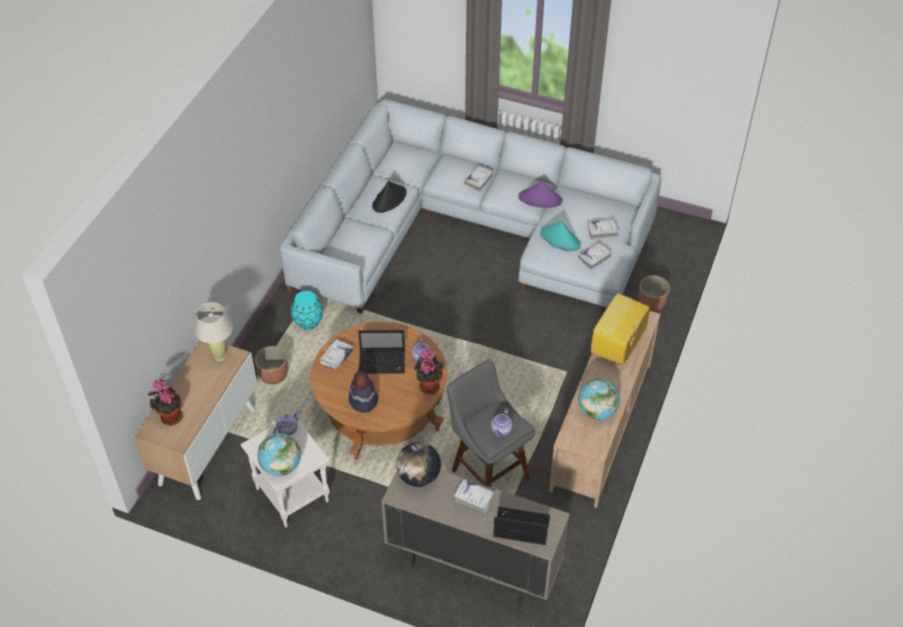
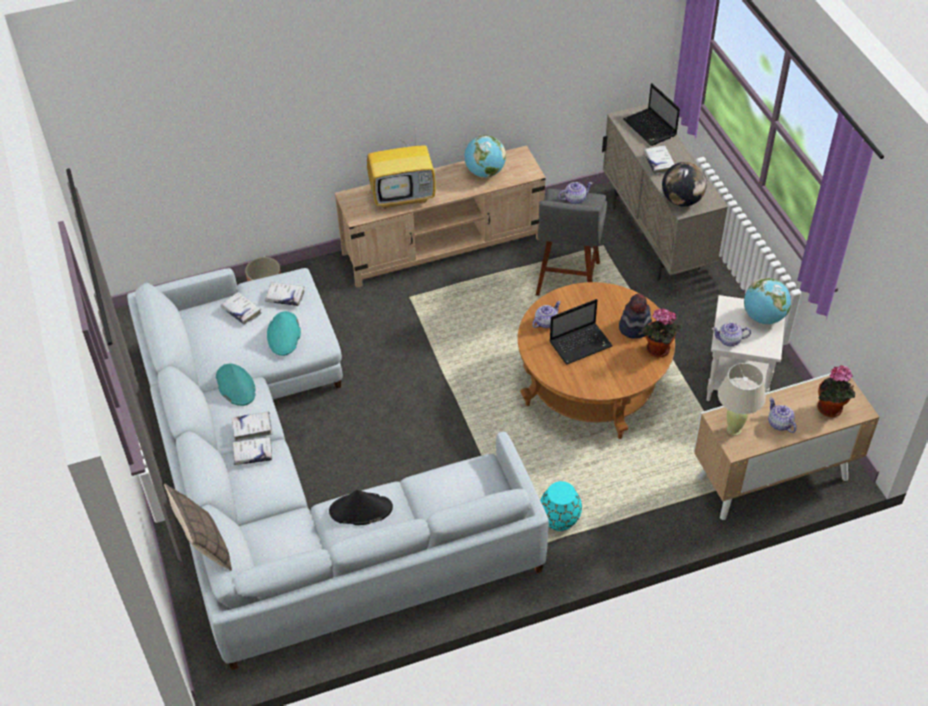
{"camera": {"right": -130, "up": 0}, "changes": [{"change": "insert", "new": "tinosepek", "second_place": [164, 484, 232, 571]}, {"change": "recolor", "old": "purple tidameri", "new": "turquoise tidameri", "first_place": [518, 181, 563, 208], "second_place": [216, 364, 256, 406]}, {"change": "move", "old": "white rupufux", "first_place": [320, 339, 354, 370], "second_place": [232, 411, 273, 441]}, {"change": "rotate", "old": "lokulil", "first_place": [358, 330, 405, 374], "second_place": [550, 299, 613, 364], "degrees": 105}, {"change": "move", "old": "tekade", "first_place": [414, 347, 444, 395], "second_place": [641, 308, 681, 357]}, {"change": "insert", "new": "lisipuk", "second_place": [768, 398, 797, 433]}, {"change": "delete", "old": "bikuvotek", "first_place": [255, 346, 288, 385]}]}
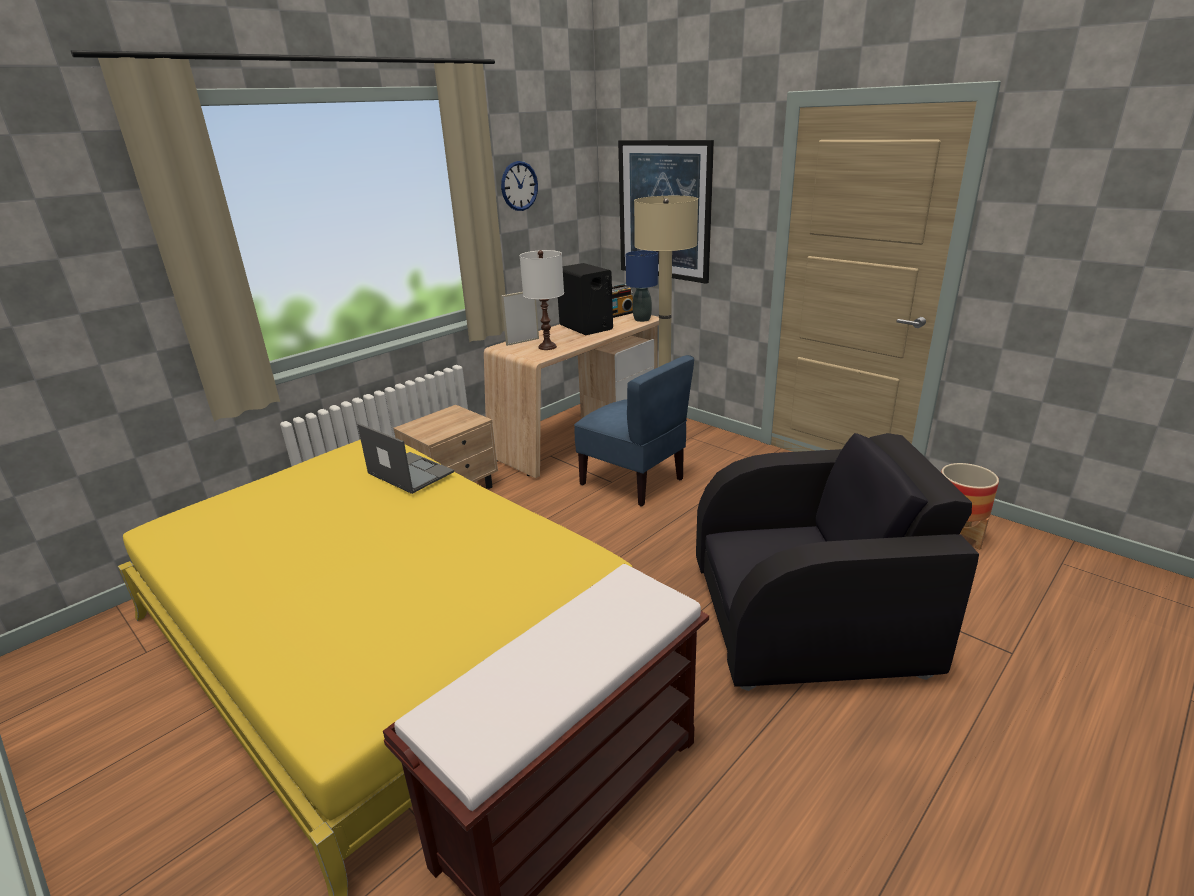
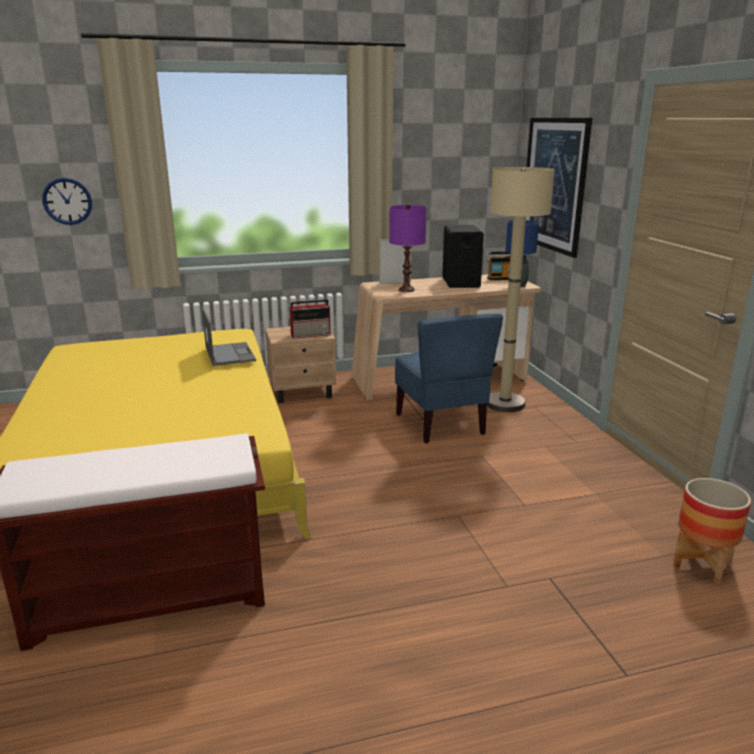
{"camera": {"right": 30, "up": -5}, "changes": [{"change": "move", "old": "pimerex", "first_place": [501, 161, 538, 211], "second_place": [42, 178, 92, 225]}, {"change": "insert", "new": "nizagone", "second_place": [290, 299, 331, 339]}, {"change": "recolor", "old": "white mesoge", "new": "purple mesoge", "first_place": [520, 250, 564, 350], "second_place": [389, 204, 427, 292]}, {"change": "delete", "old": "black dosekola", "first_place": [696, 433, 979, 691]}]}
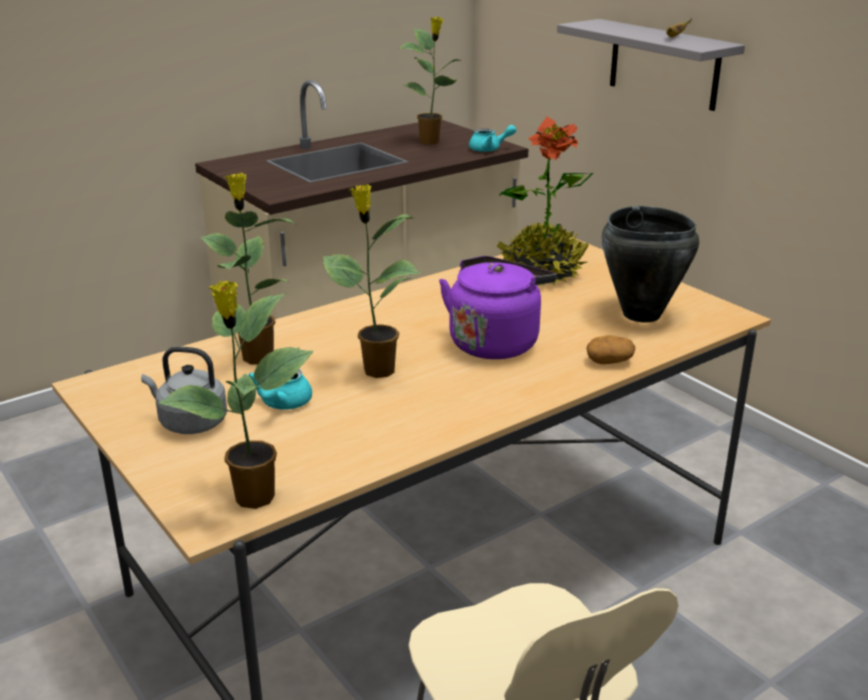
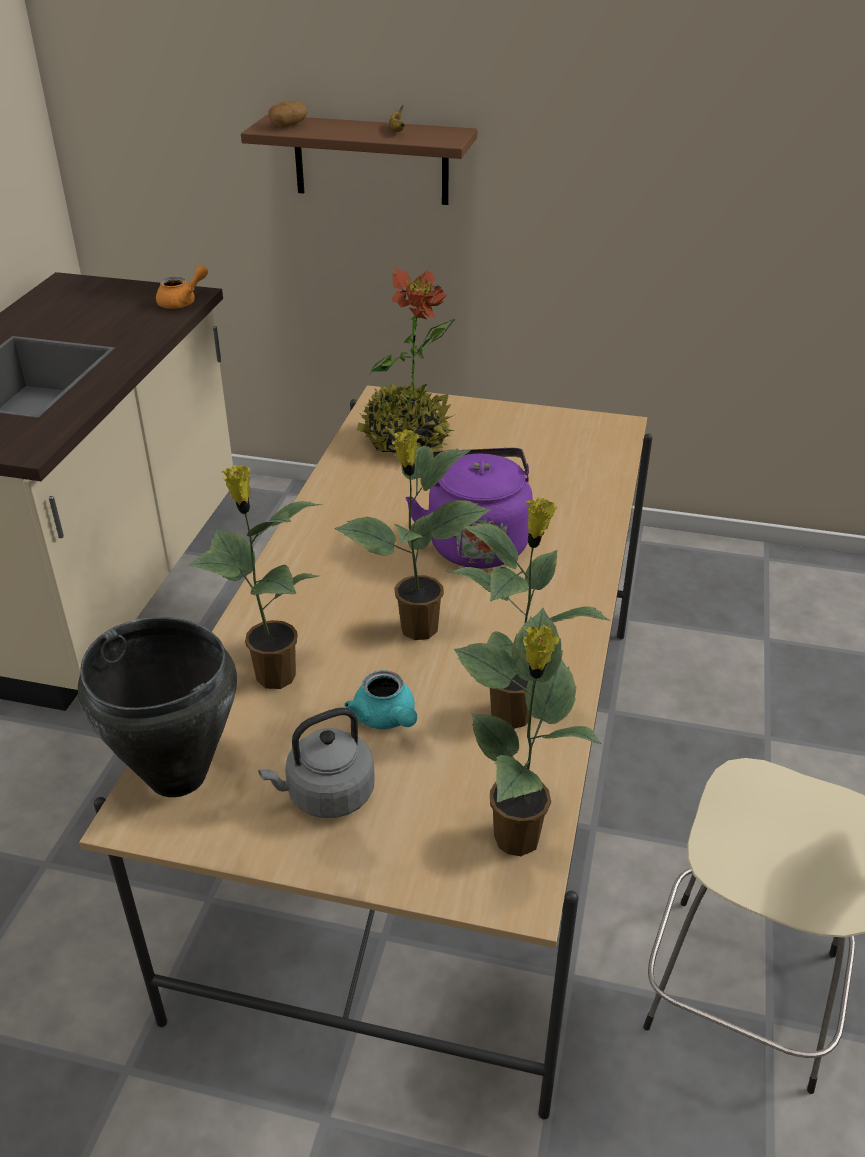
{"camera": {"right": -40, "up": 10}, "changes": [{"change": "move", "old": "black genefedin", "first_place": [602, 206, 699, 323], "second_place": [78, 617, 237, 797]}, {"change": "recolor", "old": "turquoise lisipuk", "new": "orange lisipuk", "first_place": [469, 125, 517, 152], "second_place": [156, 265, 208, 309]}, {"change": "recolor", "old": "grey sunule", "new": "brown sunule", "first_place": [557, 19, 745, 111], "second_place": [241, 115, 477, 205]}, {"change": "move", "old": "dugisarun", "first_place": [586, 335, 635, 364], "second_place": [268, 101, 308, 127]}, {"change": "move", "old": "tekade", "first_place": [399, 17, 460, 144], "second_place": [446, 497, 611, 729]}]}
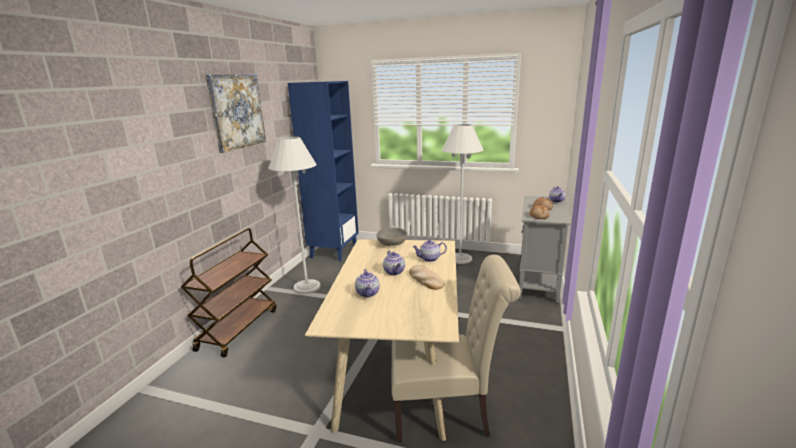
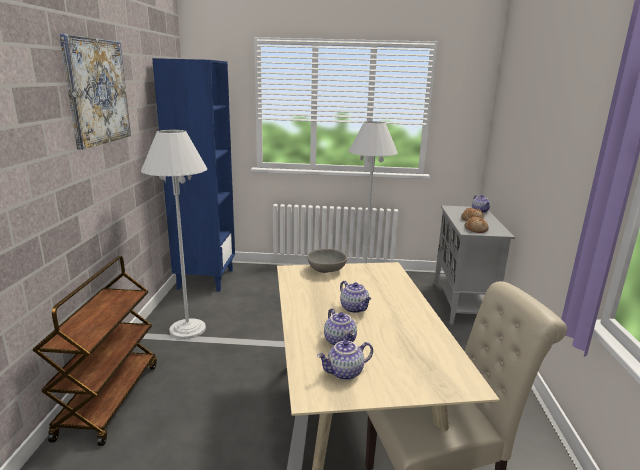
{"camera": {"right": -15, "up": 0}, "changes": [{"change": "move", "old": "lisipuk", "first_place": [412, 240, 447, 262], "second_place": [317, 340, 373, 380]}, {"change": "delete", "old": "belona", "first_place": [409, 265, 445, 290]}]}
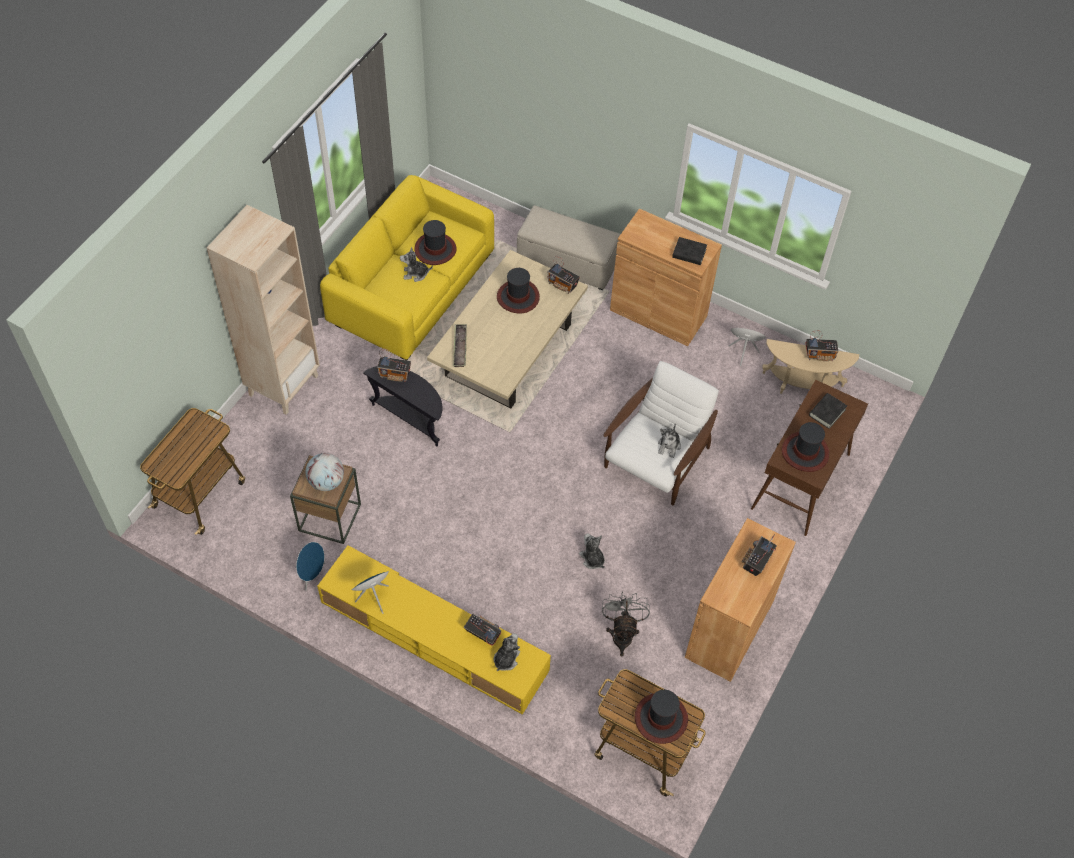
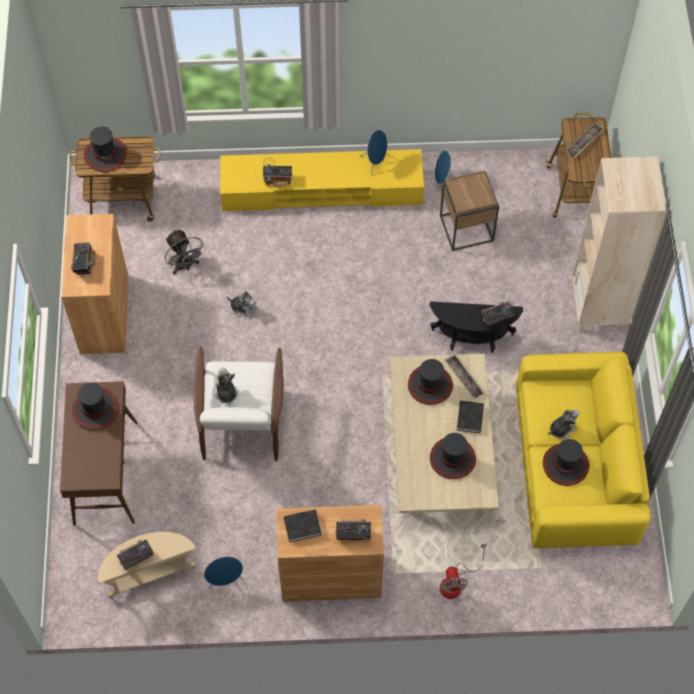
{"camera": {"right": 150, "up": 5}, "changes": [{"change": "move", "old": "nizagone", "first_place": [547, 256, 580, 294], "second_place": [335, 519, 371, 540]}, {"change": "insert", "new": "tidameri", "second_place": [408, 359, 453, 405]}, {"change": "replace", "old": "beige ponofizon", "new": "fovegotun", "first_place": [517, 205, 621, 290], "second_place": [440, 544, 487, 599]}, {"change": "move", "old": "black rupufux", "first_place": [809, 393, 847, 429], "second_place": [457, 400, 484, 433]}, {"change": "insert", "new": "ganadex", "second_place": [566, 122, 604, 158]}, {"change": "delete", "old": "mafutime", "first_place": [306, 453, 344, 491]}, {"change": "delete", "old": "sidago", "first_place": [494, 633, 520, 671]}]}
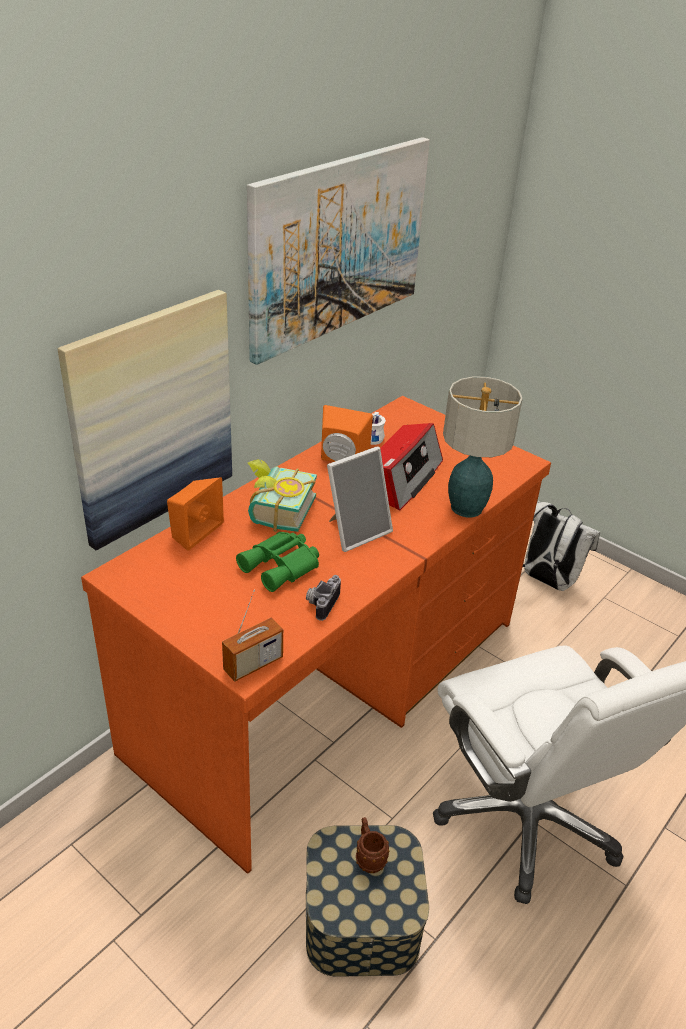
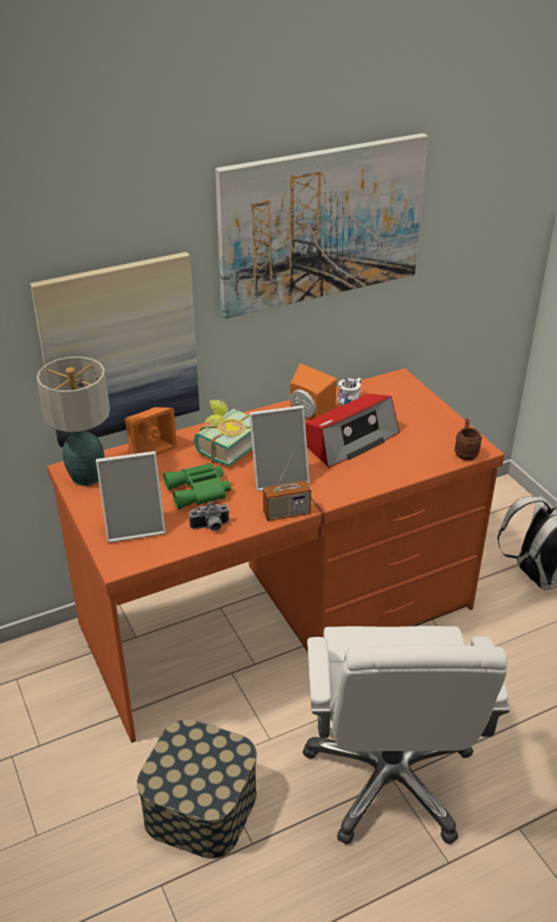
{"camera": {"right": 25, "up": 0}, "changes": [{"change": "move", "old": "mesoge", "first_place": [443, 377, 523, 517], "second_place": [36, 357, 110, 486]}, {"change": "insert", "new": "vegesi", "second_place": [96, 451, 166, 543]}, {"change": "rotate", "old": "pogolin", "first_place": [306, 575, 341, 621], "second_place": [189, 502, 230, 531], "degrees": -150}, {"change": "move", "old": "nizagone", "first_place": [222, 590, 283, 682], "second_place": [263, 453, 311, 521]}, {"change": "move", "old": "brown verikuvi", "first_place": [356, 817, 389, 873], "second_place": [454, 419, 482, 460]}]}
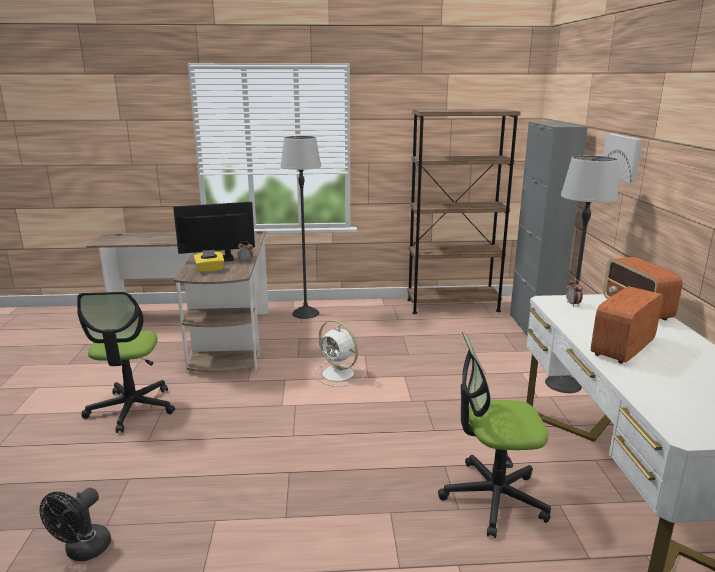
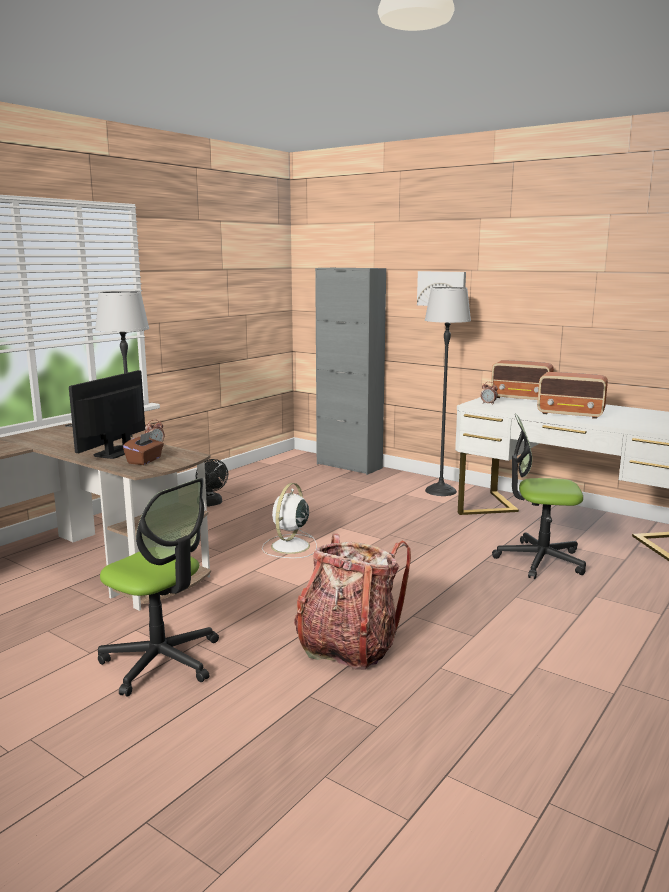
{"camera": {"right": -50, "up": -5}, "changes": [{"change": "recolor", "old": "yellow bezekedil", "new": "brown bezekedil", "first_place": [194, 250, 224, 273], "second_place": [123, 432, 164, 465]}, {"change": "move", "old": "black fovegotun", "first_place": [40, 488, 111, 561], "second_place": [196, 459, 228, 506]}, {"change": "rotate", "old": "white fovegotun", "first_place": [313, 320, 365, 387], "second_place": [262, 483, 317, 558], "degrees": 120}, {"change": "insert", "new": "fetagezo", "second_place": [294, 534, 411, 670]}, {"change": "rotate", "old": "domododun", "first_place": [438, 332, 551, 538], "second_place": [492, 414, 586, 579], "degrees": 60}, {"change": "rotate", "old": "nizagone", "first_place": [591, 286, 663, 364], "second_place": [537, 372, 608, 419], "degrees": -60}, {"change": "delete", "old": "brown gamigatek", "first_place": [407, 109, 521, 314]}]}
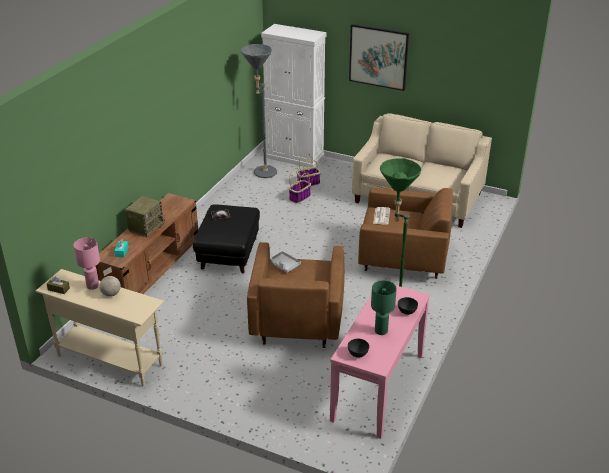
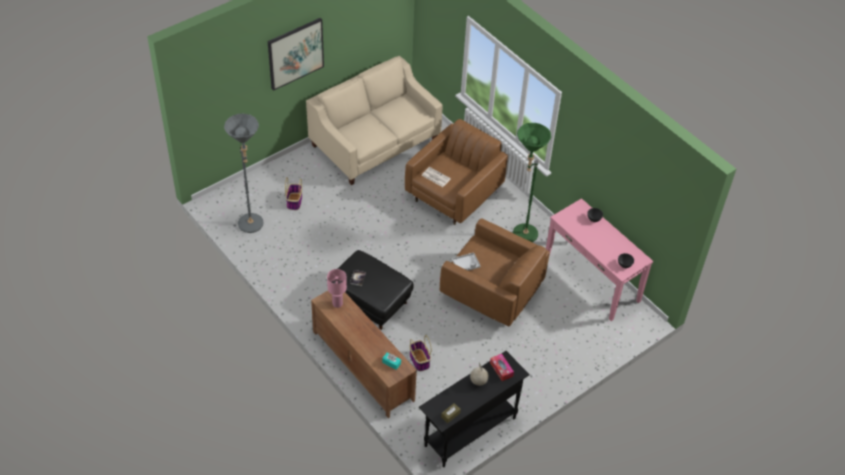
{"camera": {"right": -65, "up": 15}, "changes": [{"change": "move", "old": "pink mesoge", "first_place": [74, 237, 100, 290], "second_place": [327, 269, 347, 308]}, {"change": "move", "old": "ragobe", "first_place": [289, 168, 311, 203], "second_place": [410, 335, 432, 371]}, {"change": "recolor", "old": "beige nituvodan", "new": "black nituvodan", "first_place": [36, 269, 164, 387], "second_place": [419, 351, 530, 467]}, {"change": "insert", "new": "bezekedil", "second_place": [490, 354, 514, 381]}, {"change": "delete", "old": "nizagone", "first_place": [125, 196, 165, 237]}, {"change": "delete", "old": "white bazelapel", "first_place": [261, 24, 326, 168]}, {"change": "delete", "old": "green mesoge", "first_place": [371, 280, 397, 335]}]}
